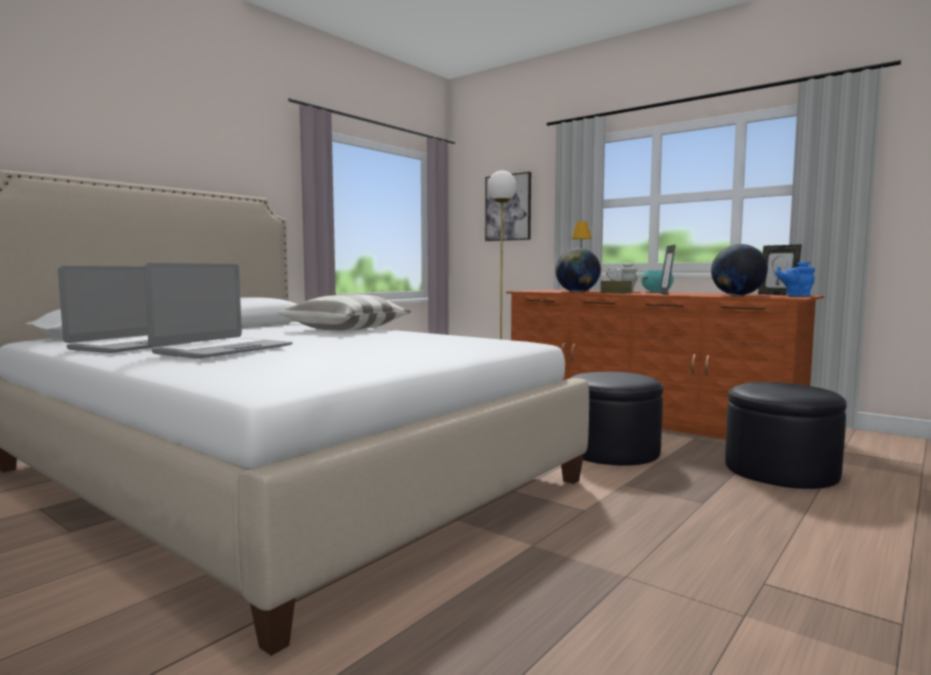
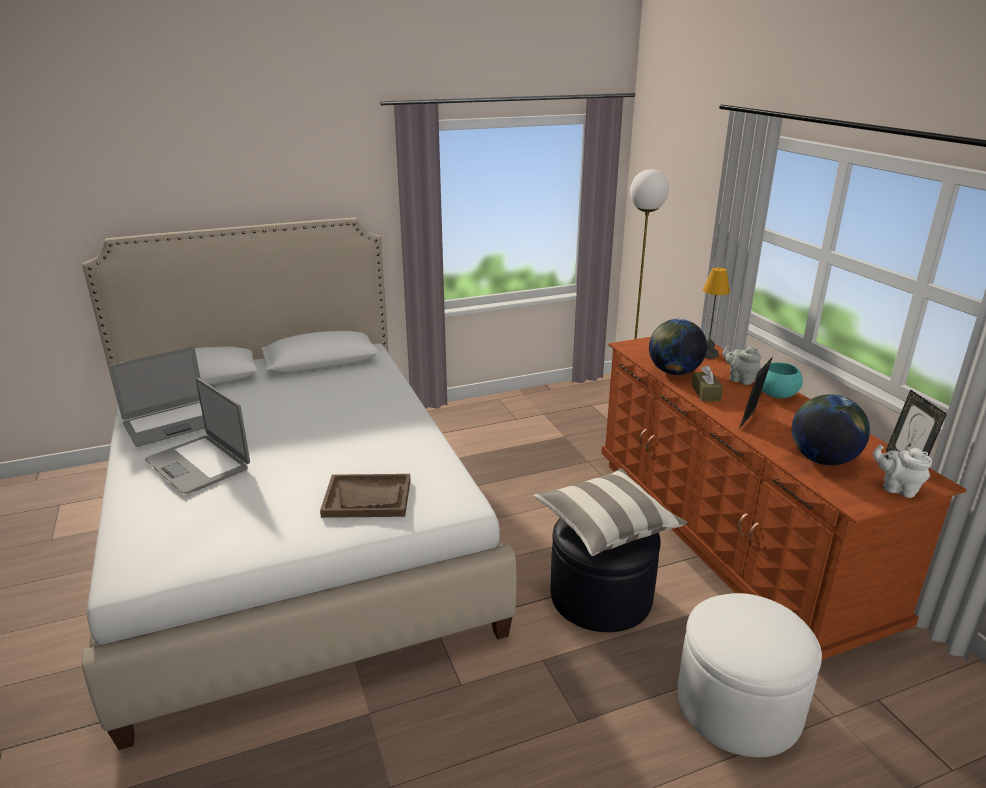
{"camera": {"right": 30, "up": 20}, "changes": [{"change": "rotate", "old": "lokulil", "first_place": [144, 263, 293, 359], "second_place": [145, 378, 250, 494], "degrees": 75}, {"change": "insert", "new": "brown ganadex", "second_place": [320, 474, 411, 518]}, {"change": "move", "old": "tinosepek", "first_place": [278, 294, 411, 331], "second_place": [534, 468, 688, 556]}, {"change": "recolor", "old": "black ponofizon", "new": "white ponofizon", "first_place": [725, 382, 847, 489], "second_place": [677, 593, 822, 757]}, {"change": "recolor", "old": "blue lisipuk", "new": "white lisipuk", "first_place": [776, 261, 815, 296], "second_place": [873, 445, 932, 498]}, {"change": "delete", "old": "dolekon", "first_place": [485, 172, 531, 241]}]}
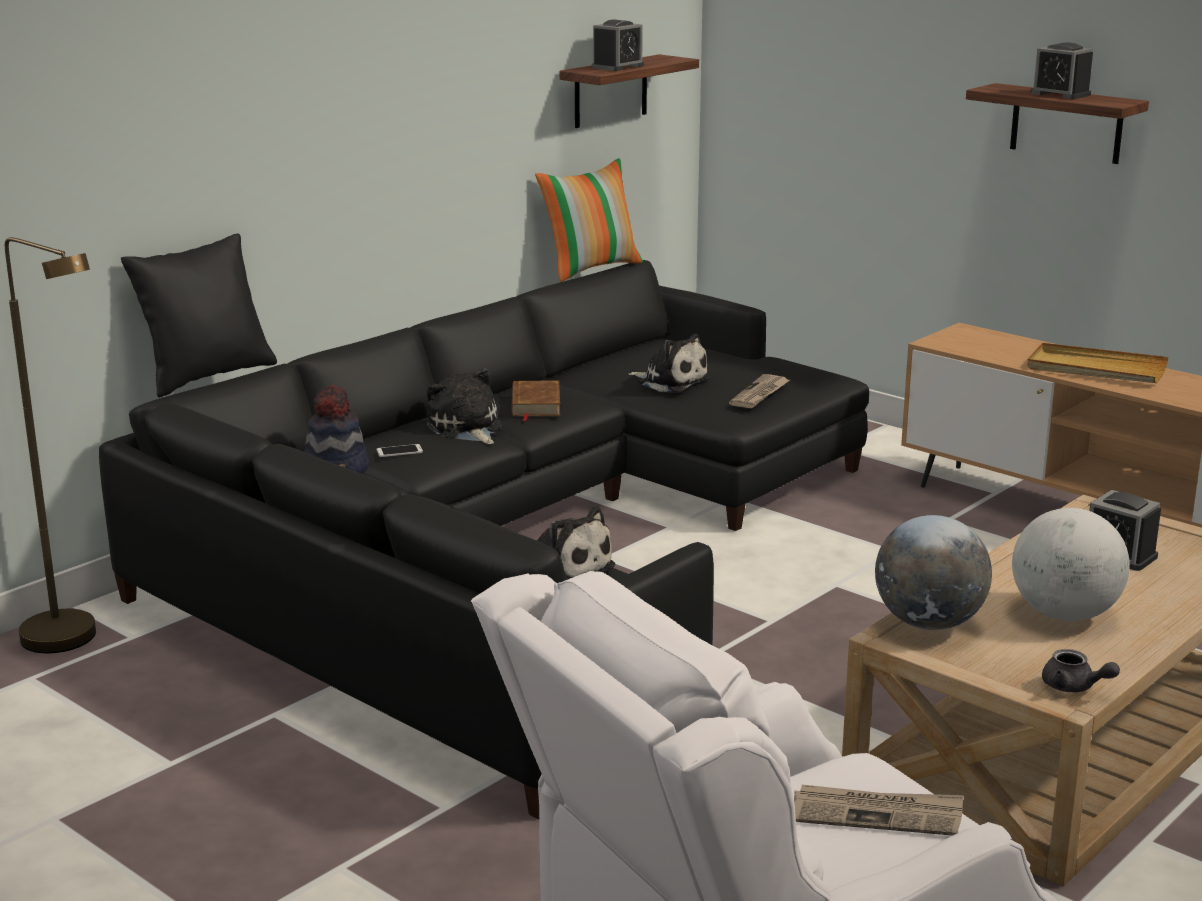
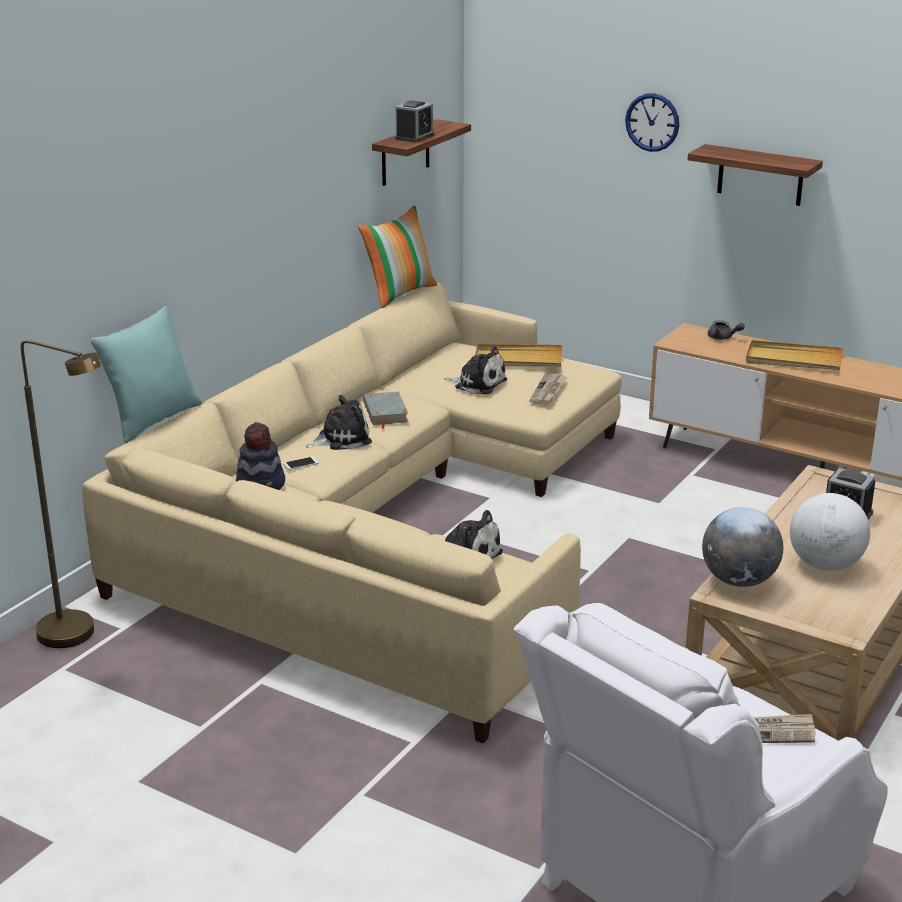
{"camera": {"right": -10, "up": 5}, "changes": [{"change": "recolor", "old": "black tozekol", "new": "beige tozekol", "first_place": [99, 260, 869, 819], "second_place": [82, 282, 622, 743]}, {"change": "recolor", "old": "black tinosepek", "new": "turquoise tinosepek", "first_place": [121, 233, 277, 398], "second_place": [90, 307, 202, 443]}, {"change": "rotate", "old": "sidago", "first_place": [427, 369, 503, 444], "second_place": [306, 395, 372, 450], "degrees": 105}, {"change": "recolor", "old": "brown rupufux", "new": "grey rupufux", "first_place": [511, 380, 560, 421], "second_place": [363, 392, 408, 429]}, {"change": "insert", "new": "beige ganadex", "second_place": [475, 344, 563, 367]}, {"change": "insert", "new": "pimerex", "second_place": [625, 93, 679, 152]}, {"change": "move", "old": "grey lisipuk", "first_place": [1042, 649, 1120, 693], "second_place": [708, 320, 745, 340]}, {"change": "delete", "old": "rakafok", "first_place": [1030, 42, 1093, 99]}]}
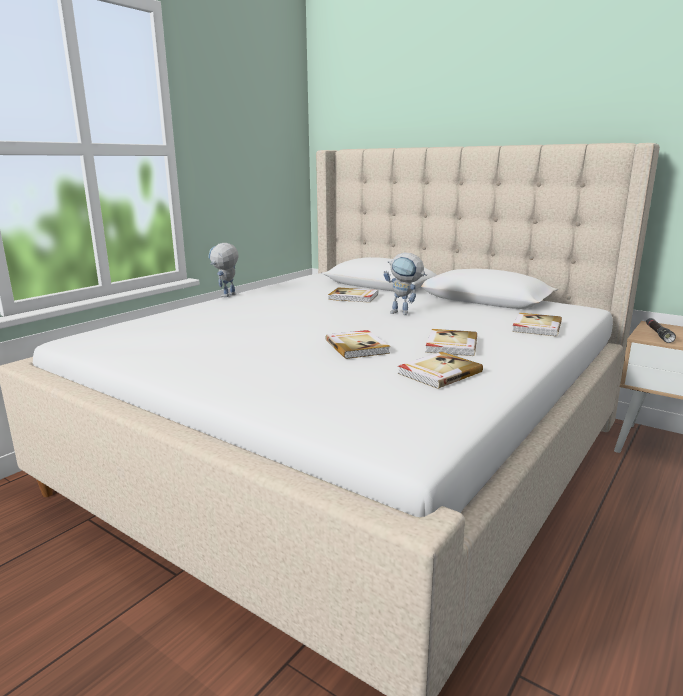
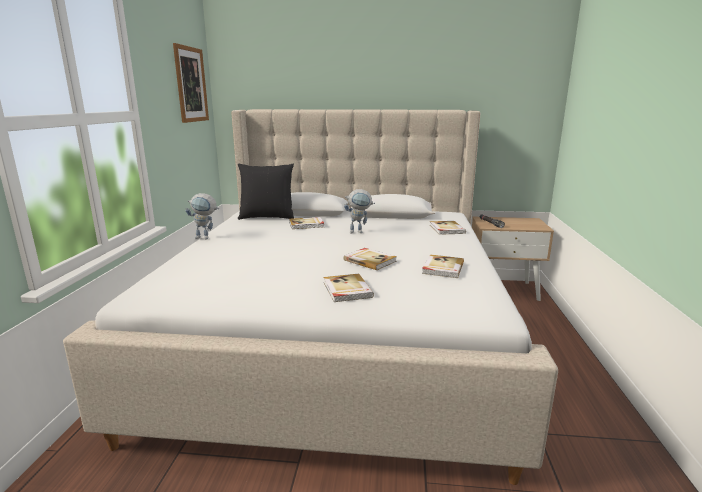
{"camera": {"right": -30, "up": 0}, "changes": [{"change": "insert", "new": "dolekon", "second_place": [173, 43, 209, 123]}, {"change": "rotate", "old": "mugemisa", "first_place": [208, 243, 238, 297], "second_place": [185, 193, 219, 239], "degrees": -90}, {"change": "insert", "new": "black tinosepek", "second_place": [238, 164, 294, 220]}, {"change": "move", "old": "rupufux", "first_place": [425, 329, 477, 356], "second_place": [323, 274, 374, 302]}]}
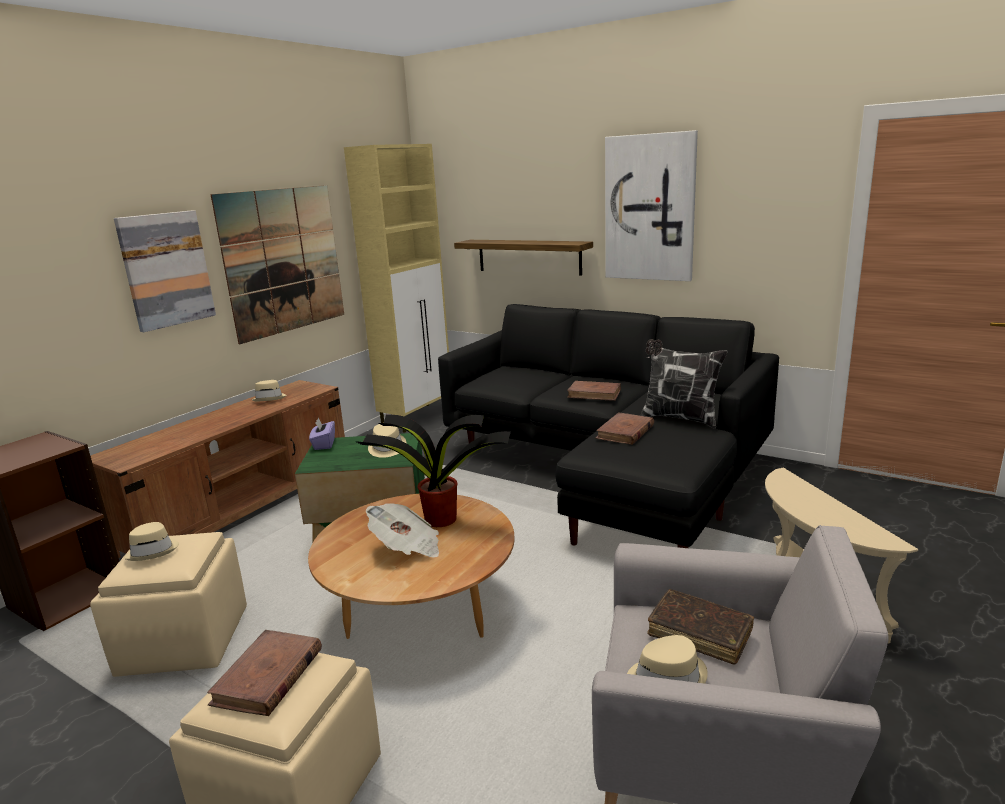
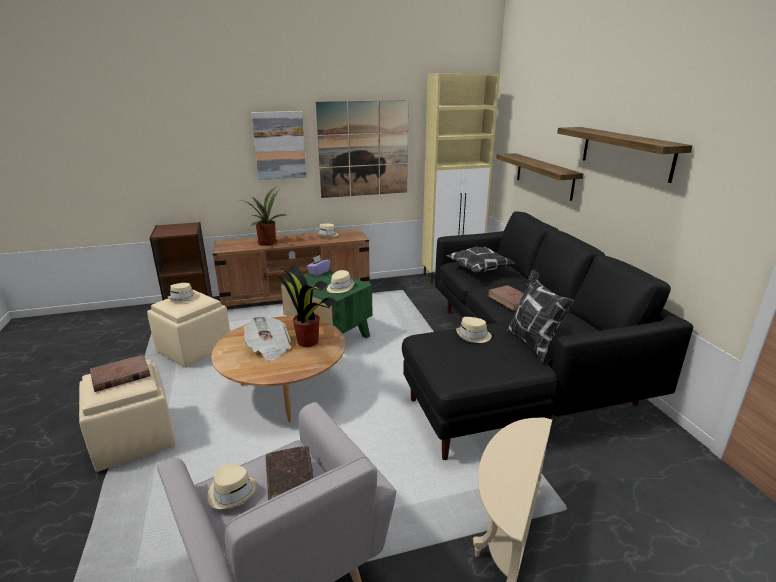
{"camera": {"right": 40, "up": 5}, "changes": [{"change": "insert", "new": "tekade", "second_place": [235, 187, 286, 246]}, {"change": "insert", "new": "tinosepek", "second_place": [446, 246, 516, 272]}, {"change": "replace", "old": "brown rupufux", "new": "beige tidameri", "first_place": [595, 412, 654, 445], "second_place": [456, 317, 492, 343]}, {"change": "replace", "old": "dolekon", "new": "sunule", "first_place": [605, 130, 698, 281], "second_place": [557, 127, 693, 183]}]}
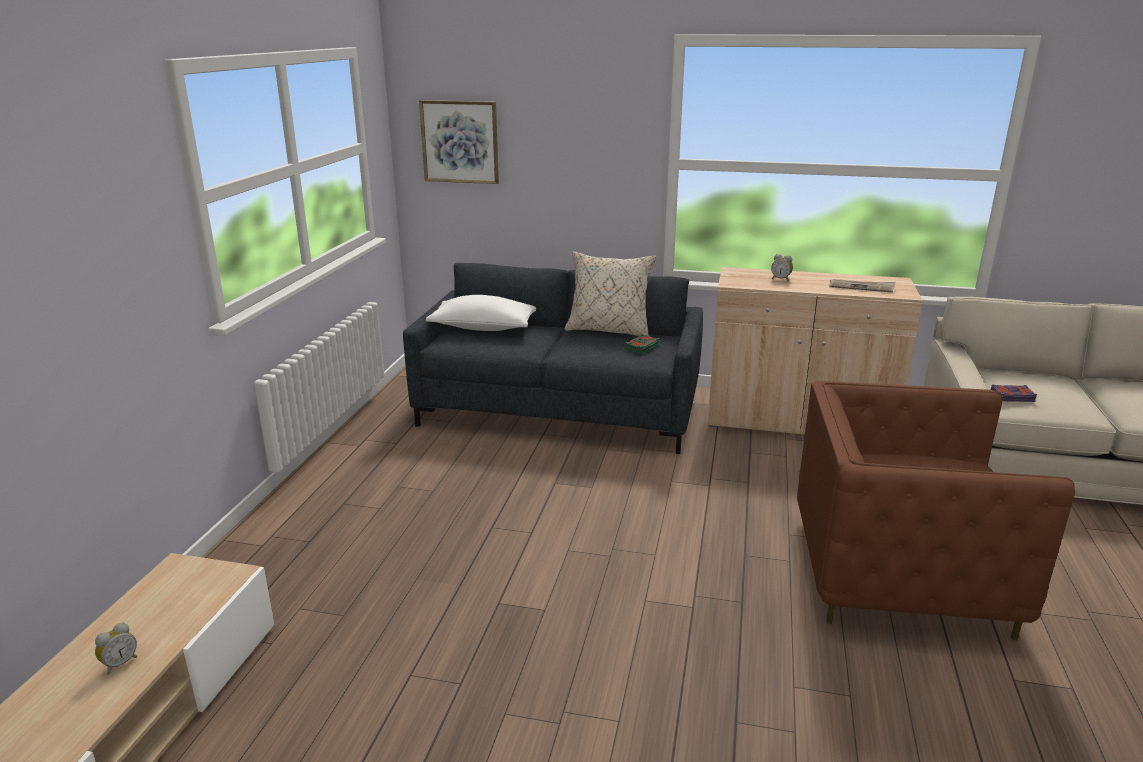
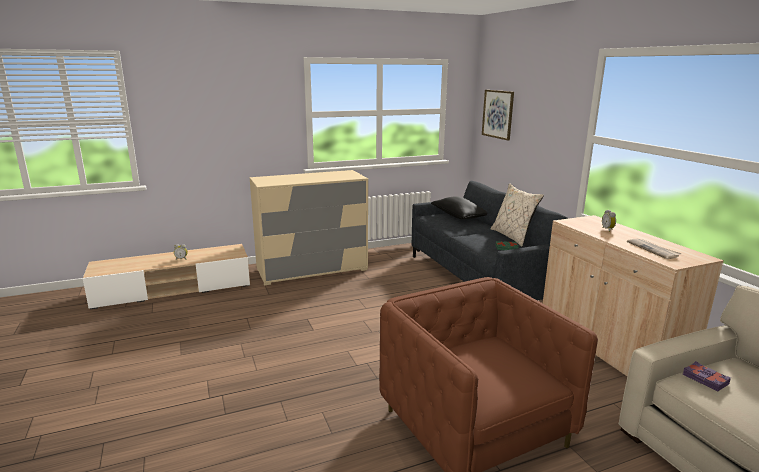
{"camera": {"right": 55, "up": -5}, "changes": [{"change": "insert", "new": "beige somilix", "second_place": [250, 170, 368, 286]}, {"change": "recolor", "old": "white tinosepek", "new": "black tinosepek", "first_place": [425, 295, 536, 331], "second_place": [431, 196, 487, 219]}]}
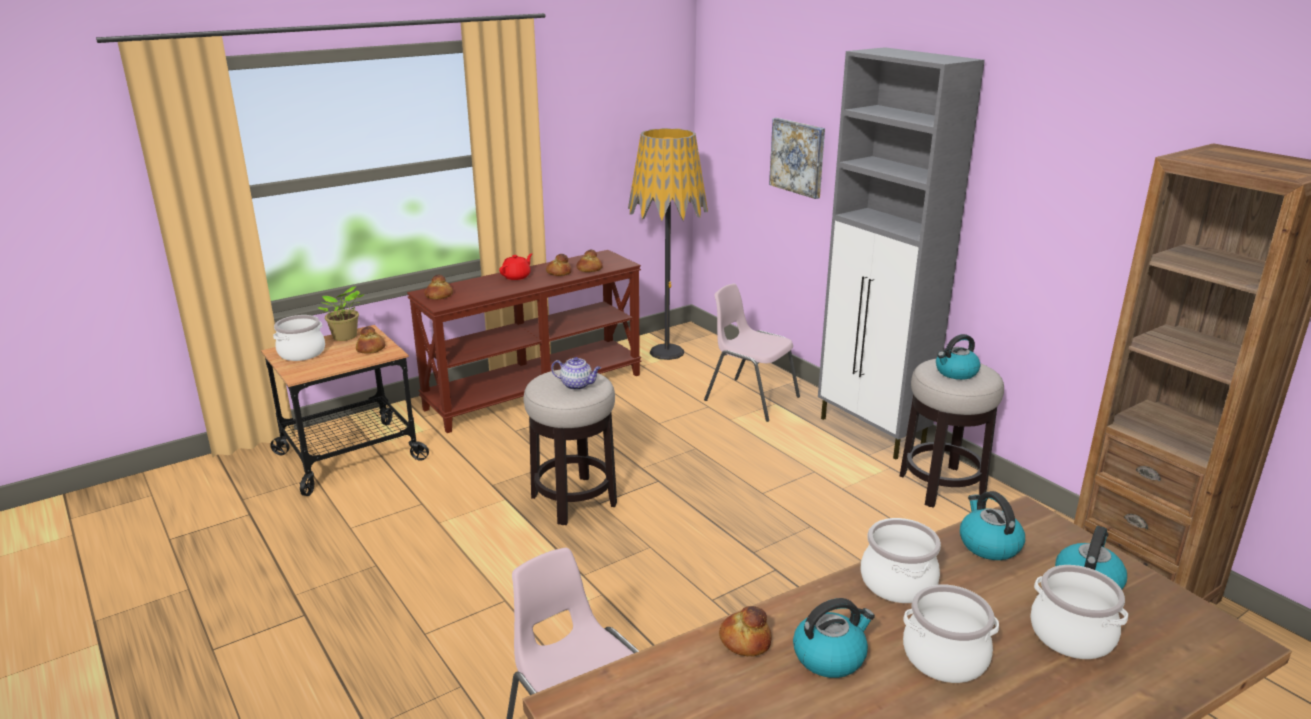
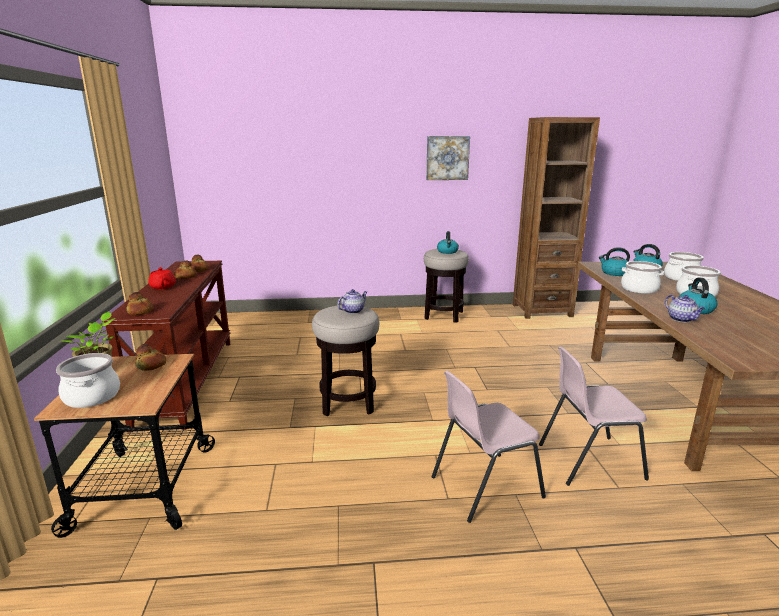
{"camera": {"right": -60, "up": -5}, "changes": [{"change": "move", "old": "dolekon", "first_place": [769, 118, 825, 199], "second_place": [426, 136, 470, 180]}, {"change": "move", "old": "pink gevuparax", "first_place": [704, 284, 800, 422], "second_place": [432, 371, 546, 523]}, {"change": "replace", "old": "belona", "new": "lisipuk", "first_place": [719, 606, 772, 656], "second_place": [665, 295, 705, 322]}, {"change": "delete", "old": "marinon", "first_place": [628, 128, 708, 360]}, {"change": "delete", "old": "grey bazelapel", "first_place": [818, 47, 985, 460]}]}
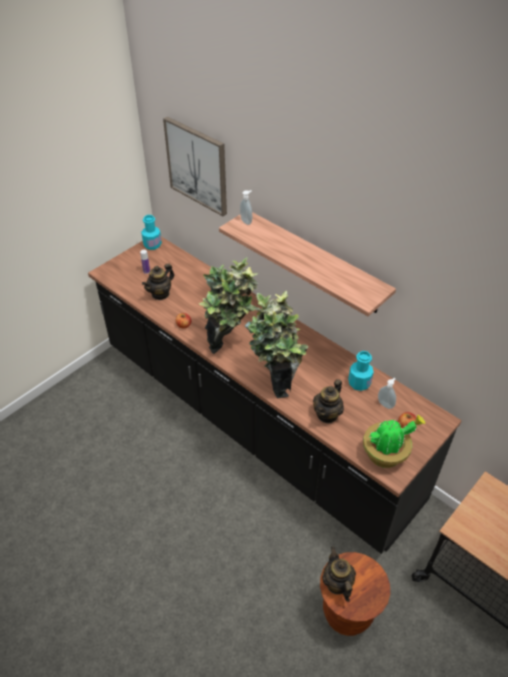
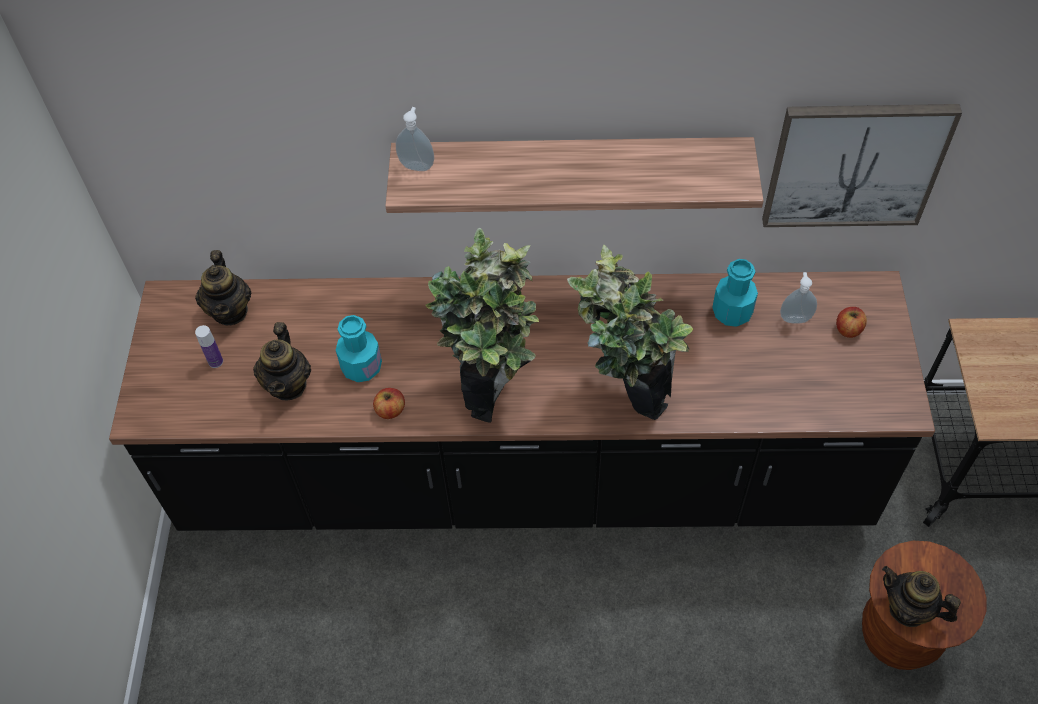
{"camera": {"right": -40, "up": 10}, "changes": [{"change": "move", "old": "lisipuk", "first_place": [313, 379, 344, 423], "second_place": [195, 250, 251, 325]}, {"change": "move", "old": "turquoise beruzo", "first_place": [141, 215, 162, 250], "second_place": [336, 315, 382, 382]}, {"change": "move", "old": "dolekon", "first_place": [163, 117, 227, 216], "second_place": [762, 104, 962, 227]}, {"change": "delete", "old": "tekade", "first_place": [363, 415, 426, 468]}]}
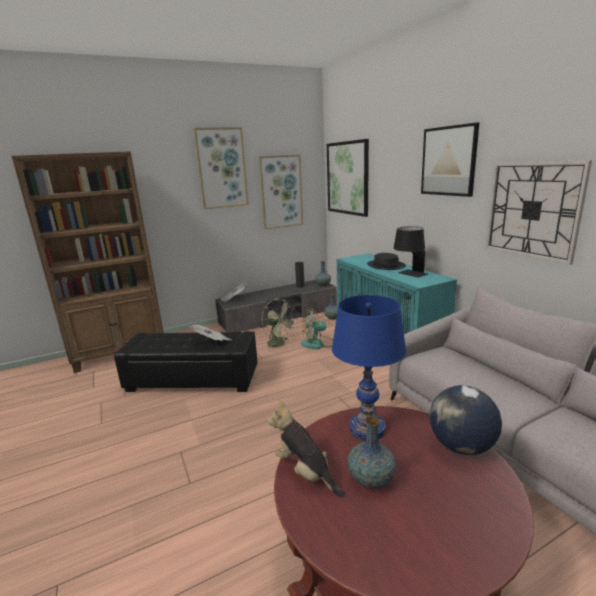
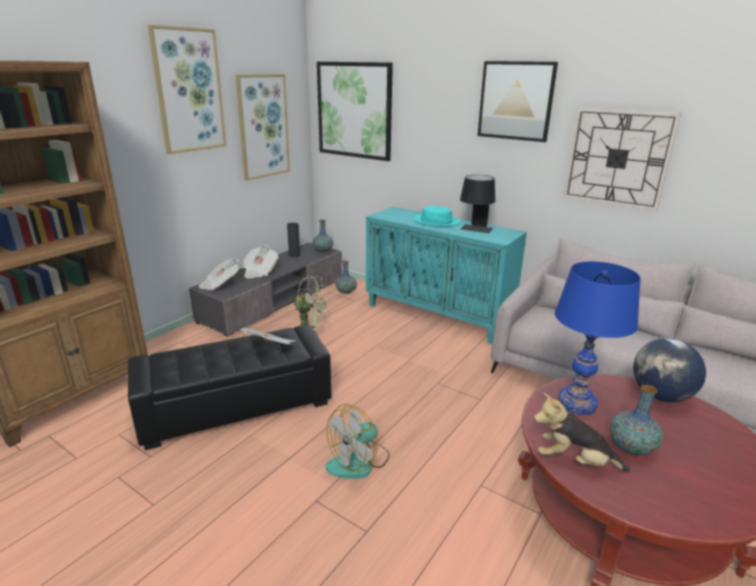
{"camera": {"right": -30, "up": 5}, "changes": [{"change": "insert", "new": "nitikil", "second_place": [242, 246, 278, 278]}, {"change": "move", "old": "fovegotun", "first_place": [301, 309, 332, 349], "second_place": [325, 404, 390, 479]}, {"change": "recolor", "old": "black tidameri", "new": "turquoise tidameri", "first_place": [367, 253, 406, 270], "second_place": [413, 206, 461, 227]}]}
